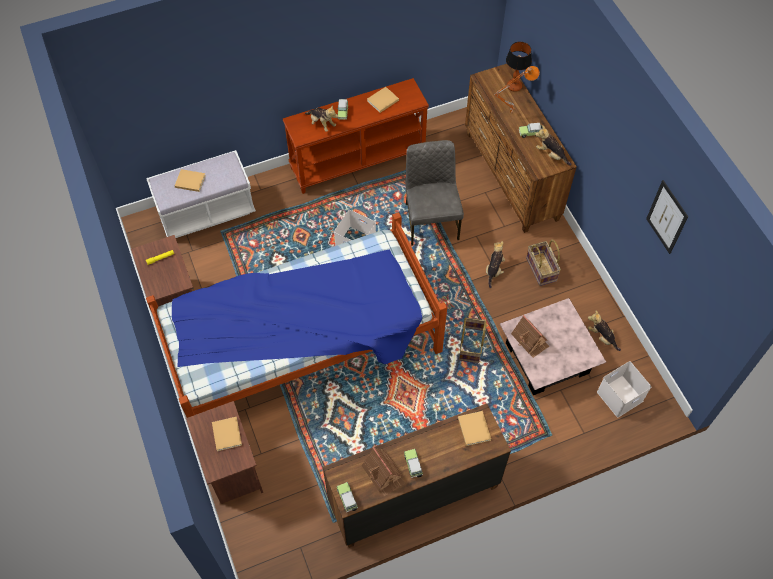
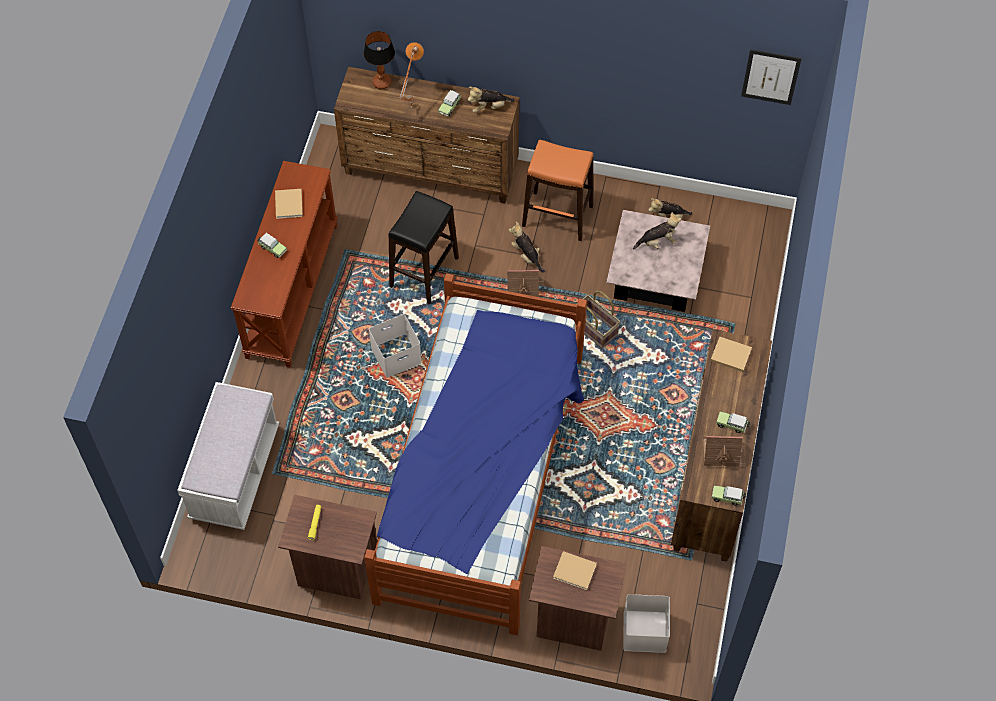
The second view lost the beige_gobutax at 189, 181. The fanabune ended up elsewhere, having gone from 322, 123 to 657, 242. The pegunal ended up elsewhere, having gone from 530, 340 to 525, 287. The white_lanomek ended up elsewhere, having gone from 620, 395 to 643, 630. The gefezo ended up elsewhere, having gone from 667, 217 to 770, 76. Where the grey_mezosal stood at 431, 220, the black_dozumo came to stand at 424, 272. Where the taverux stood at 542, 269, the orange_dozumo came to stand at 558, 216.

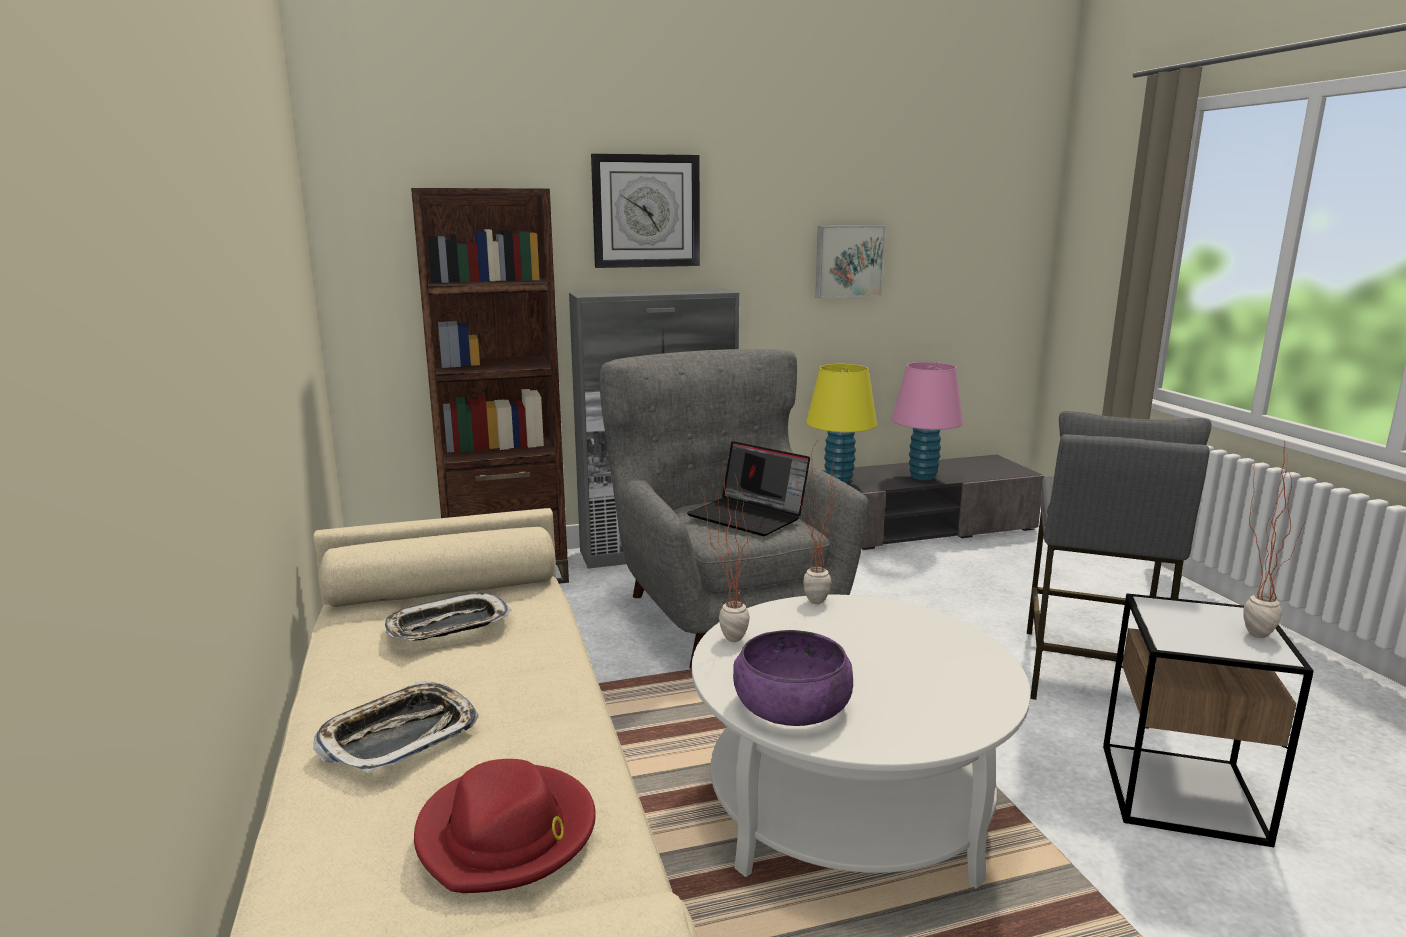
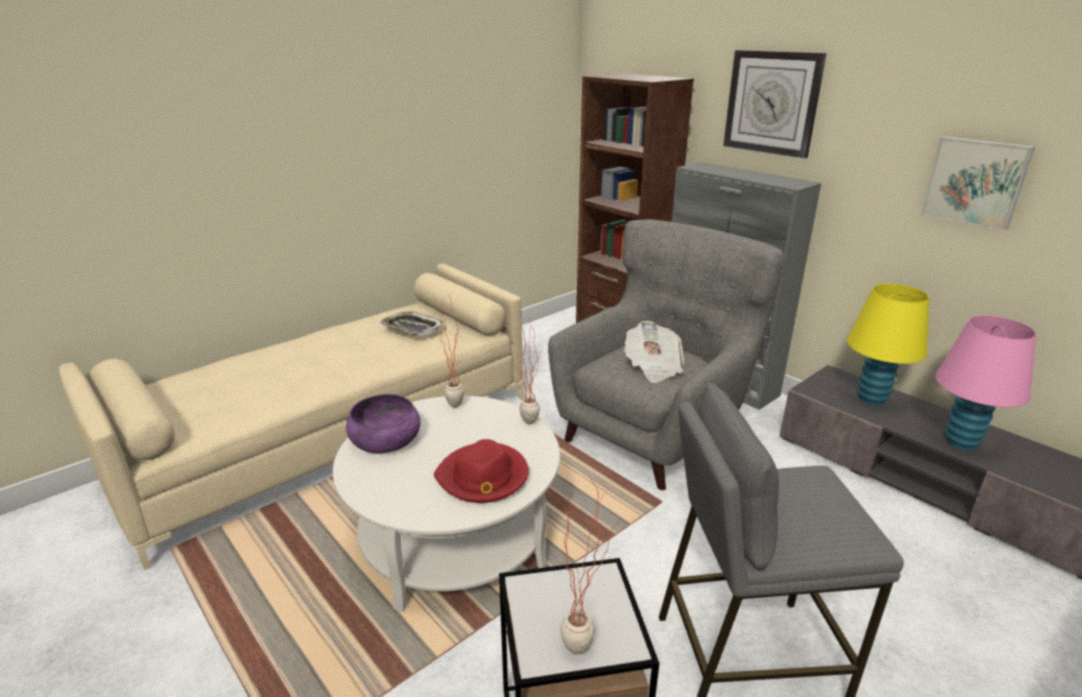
The second view lost the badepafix at 399, 735. The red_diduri ended up elsewhere, having gone from 507, 833 to 483, 477. Where the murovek stood at 749, 516, the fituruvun came to stand at 653, 367.

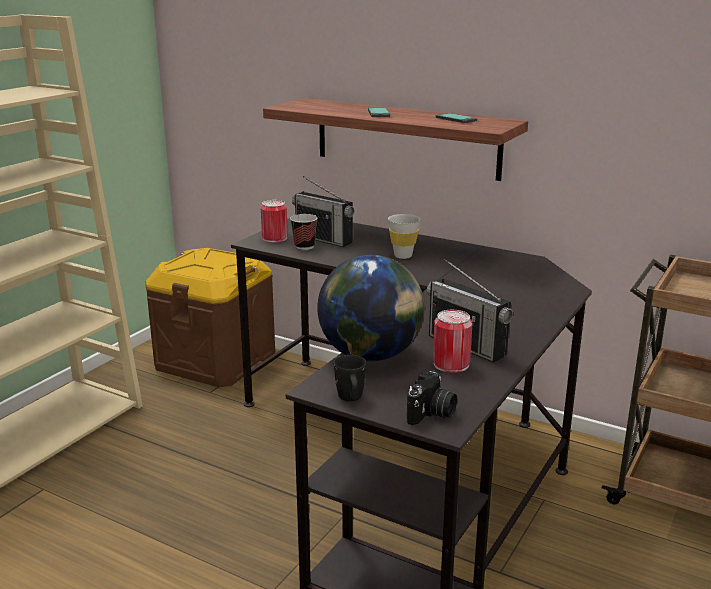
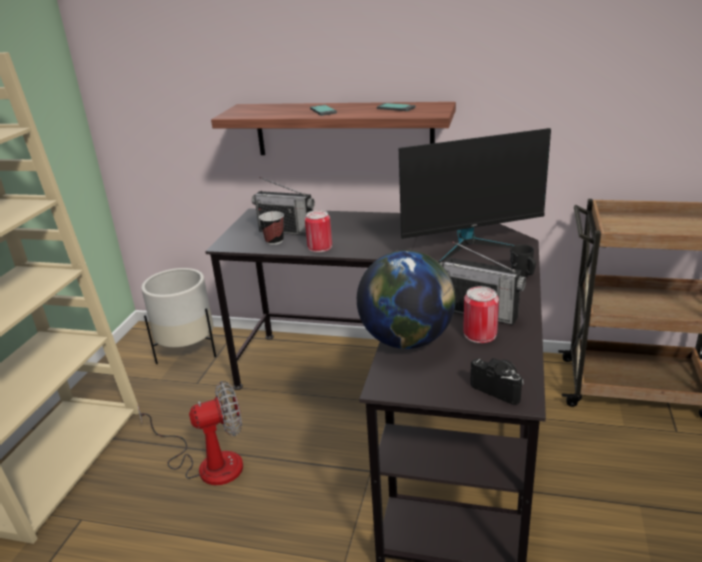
The second view lost the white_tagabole at 403, 256. The second view gained the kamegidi at 208, 463. The second view gained the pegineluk at 472, 245. The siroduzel ended up elsewhere, having gone from 274, 238 to 320, 247. The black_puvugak ended up elsewhere, having gone from 351, 398 to 523, 274. Where the brown_lanomek stood at 215, 360, the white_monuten came to stand at 187, 351. The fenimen at 431, 414 ended up facing another way, 60 degrees counterclockwise from before.

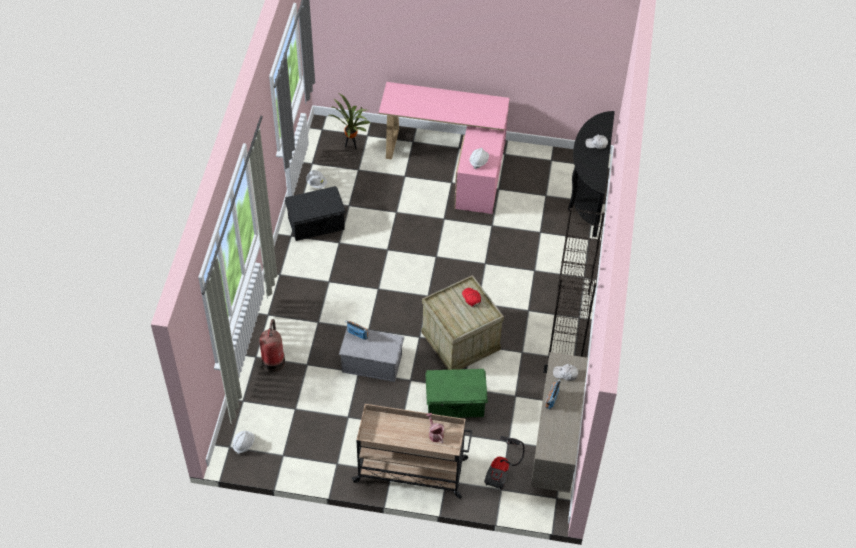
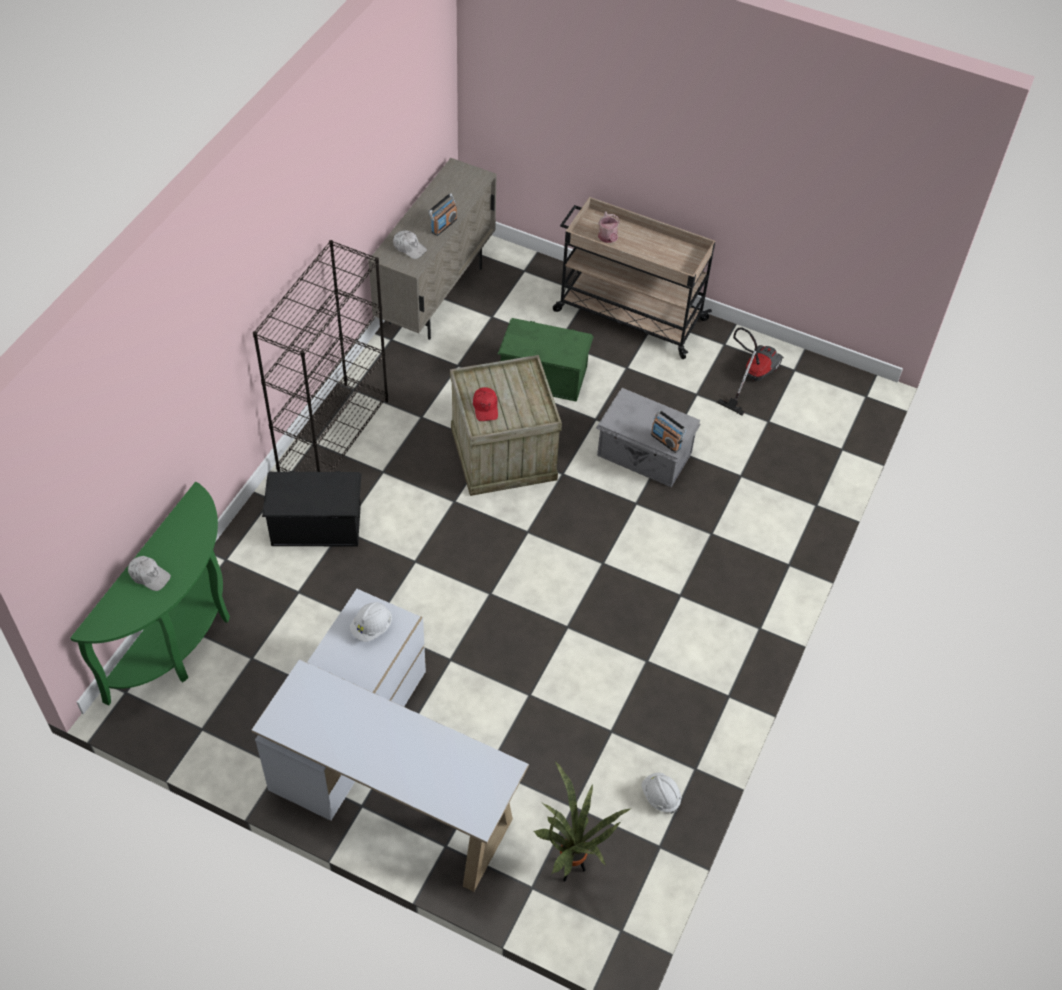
The second view lost the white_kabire at 243, 444. The second view lost the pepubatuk at 273, 360. The black_lanomek ended up elsewhere, having gone from 317, 224 to 316, 523. The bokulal ended up elsewhere, having gone from 502, 469 to 751, 377. What was the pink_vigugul at 452, 162 turned into the white_vigugul at 387, 774. What was the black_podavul at 586, 195 turned into the green_podavul at 181, 638.

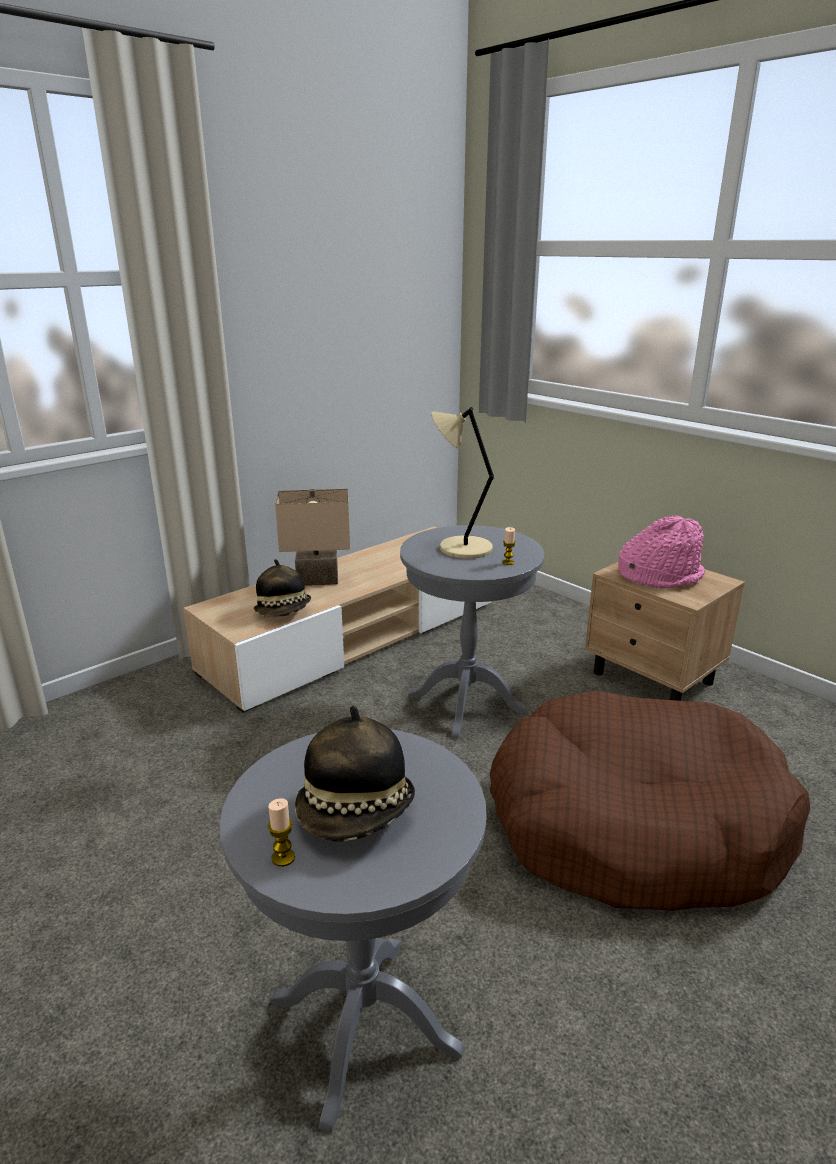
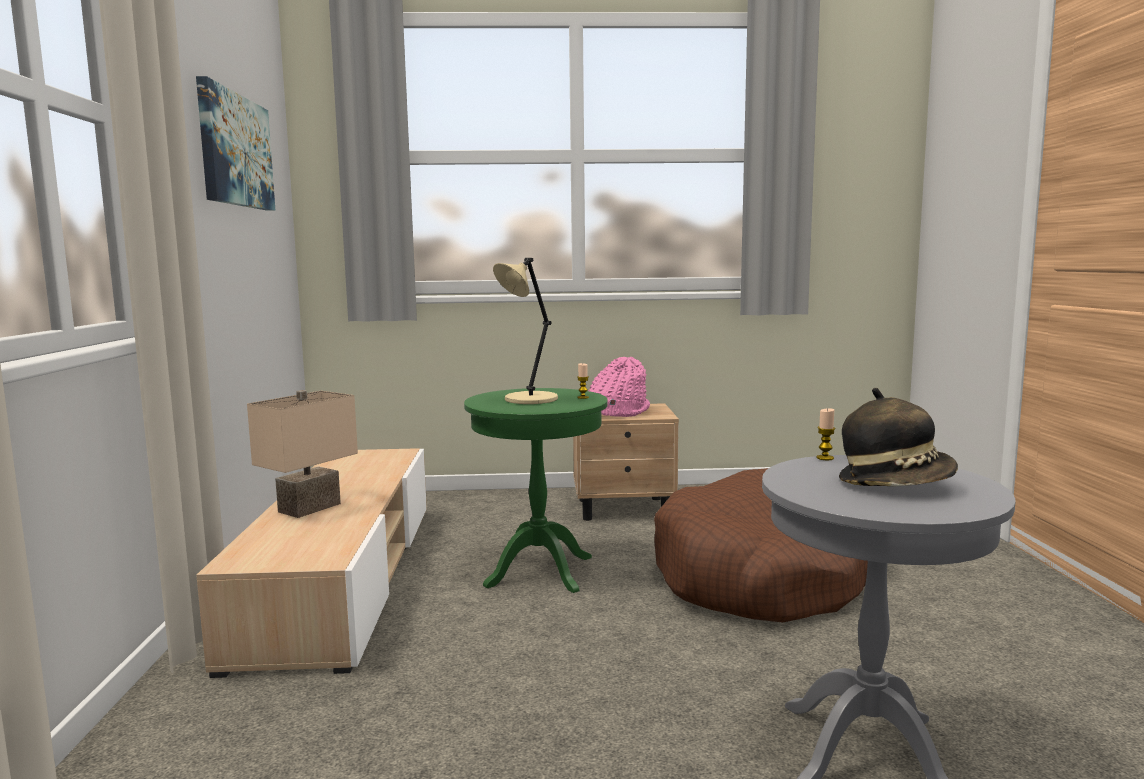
The second view lost the diduri at 284, 612. The second view gained the gefezo at 235, 151. The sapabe ended up elsewhere, having gone from 283, 857 to 825, 458. What was the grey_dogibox at 467, 703 turned into the green_dogibox at 539, 571.

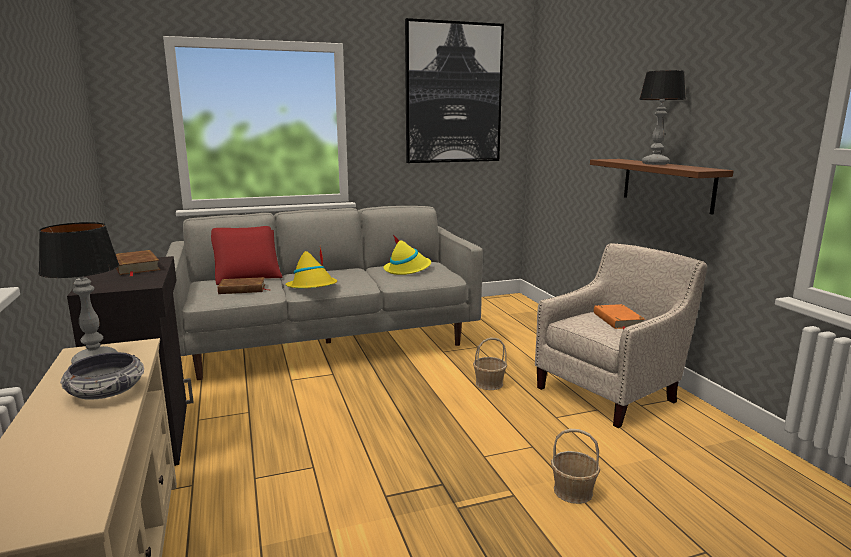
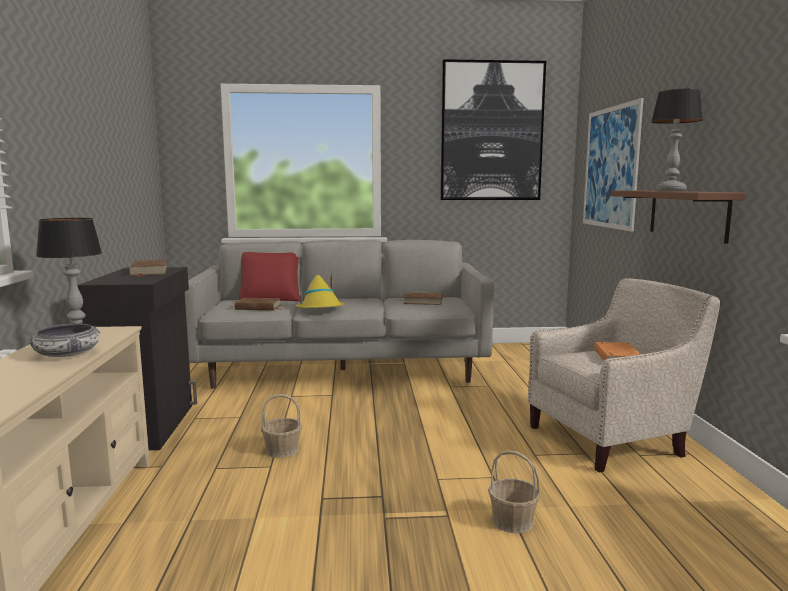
The second view gained the gefezo at 610, 167. The taverux ended up elsewhere, having gone from 489, 384 to 282, 450. Where the yellow_diduri stood at 407, 269, the brown_gobutax came to stand at 422, 301.

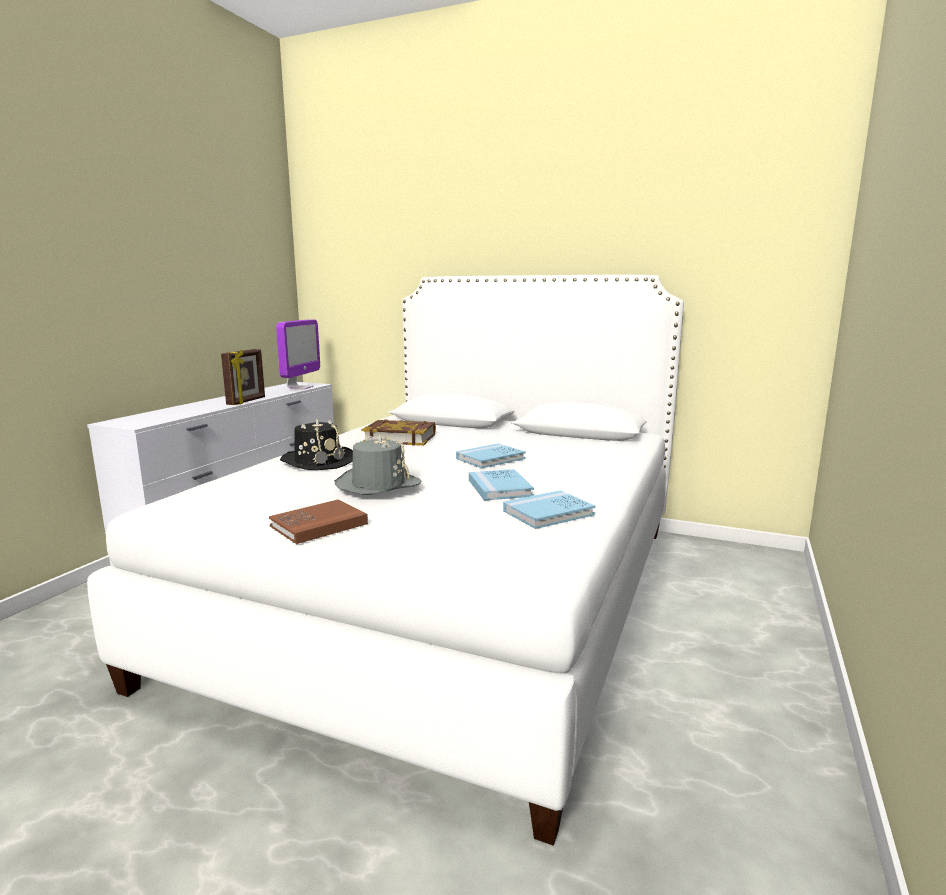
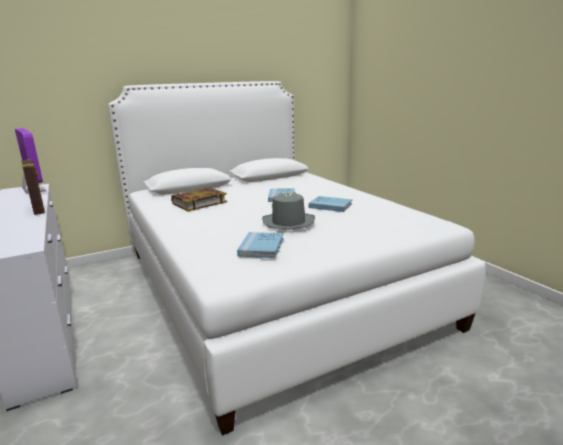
The second view lost the brown_gobutax at 319, 525. The second view lost the black_diduri at 318, 461. The blue_gobutax ended up elsewhere, having gone from 548, 513 to 261, 247.

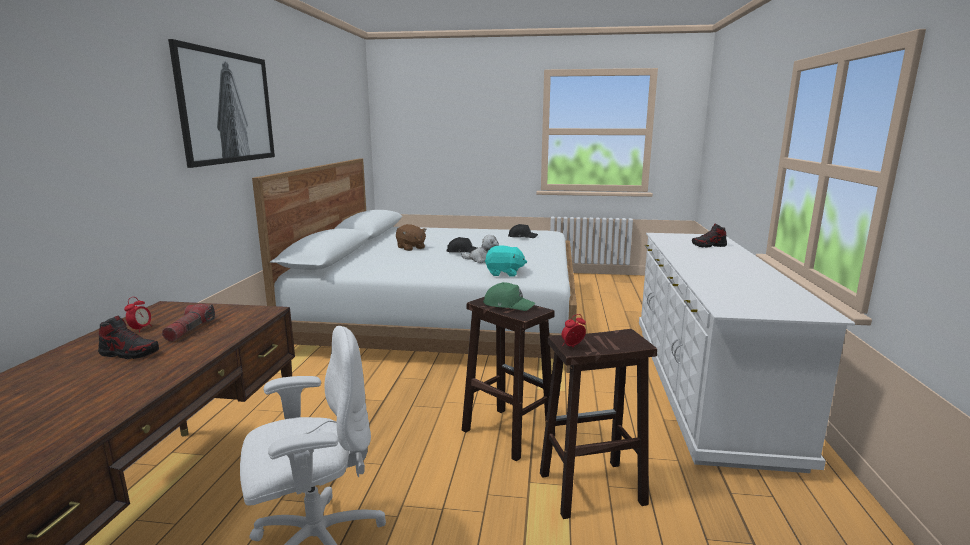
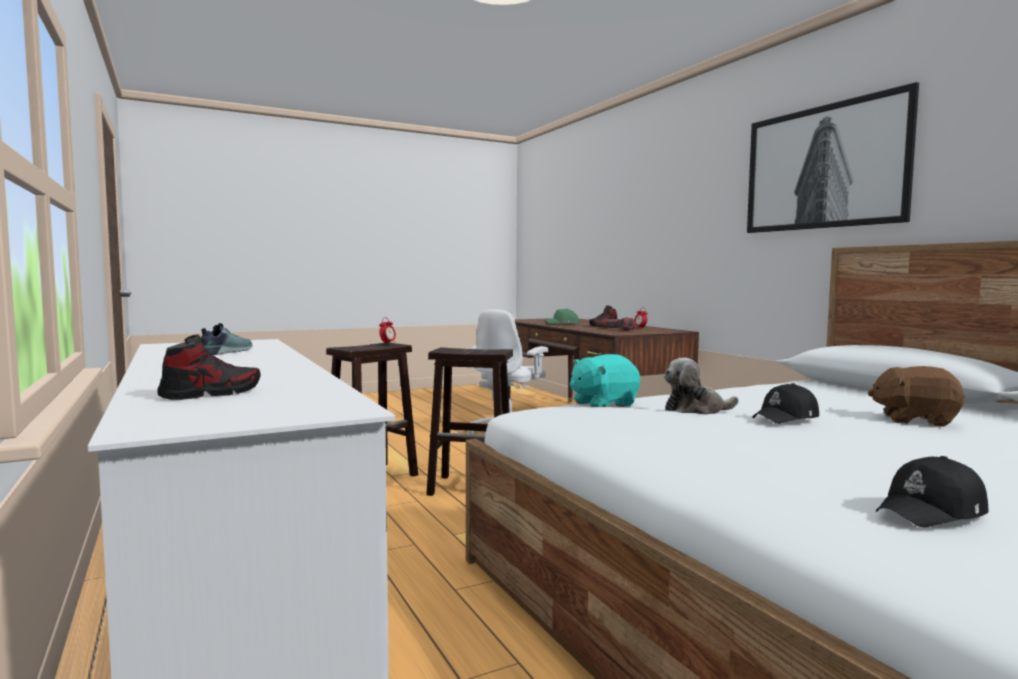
The second view gained the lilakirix at 224, 352. The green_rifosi ended up elsewhere, having gone from 508, 305 to 563, 323.

